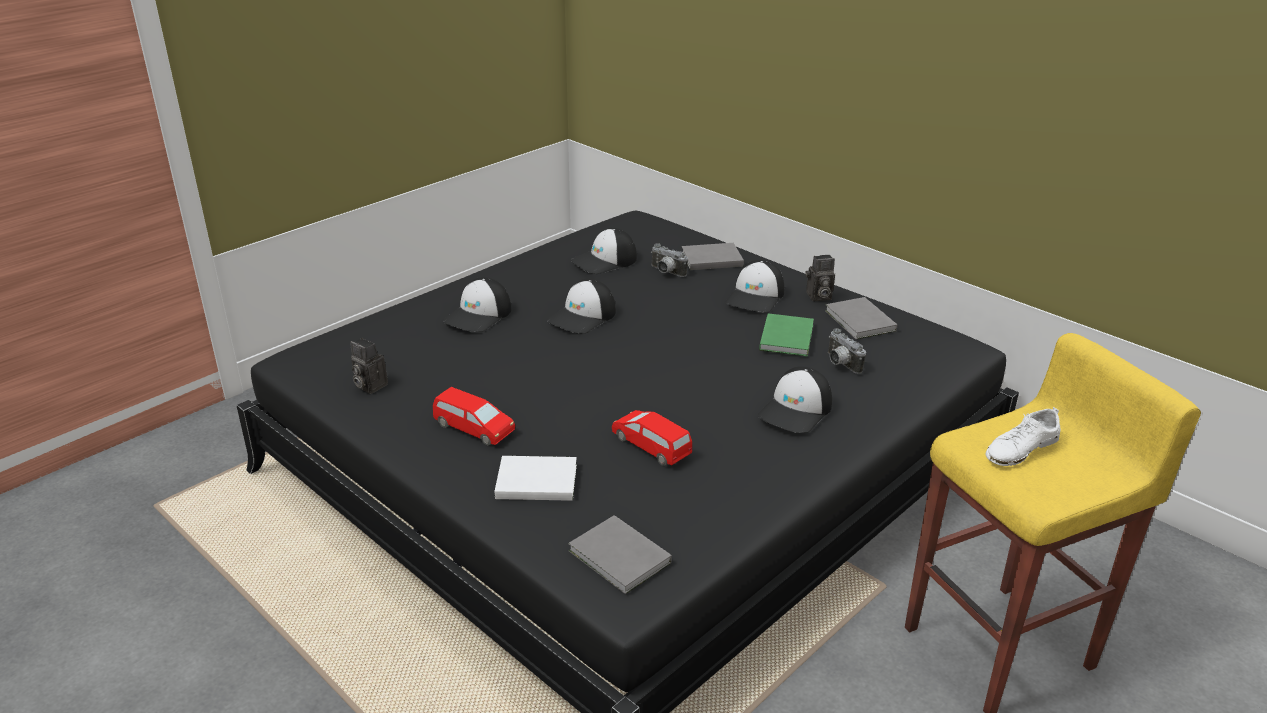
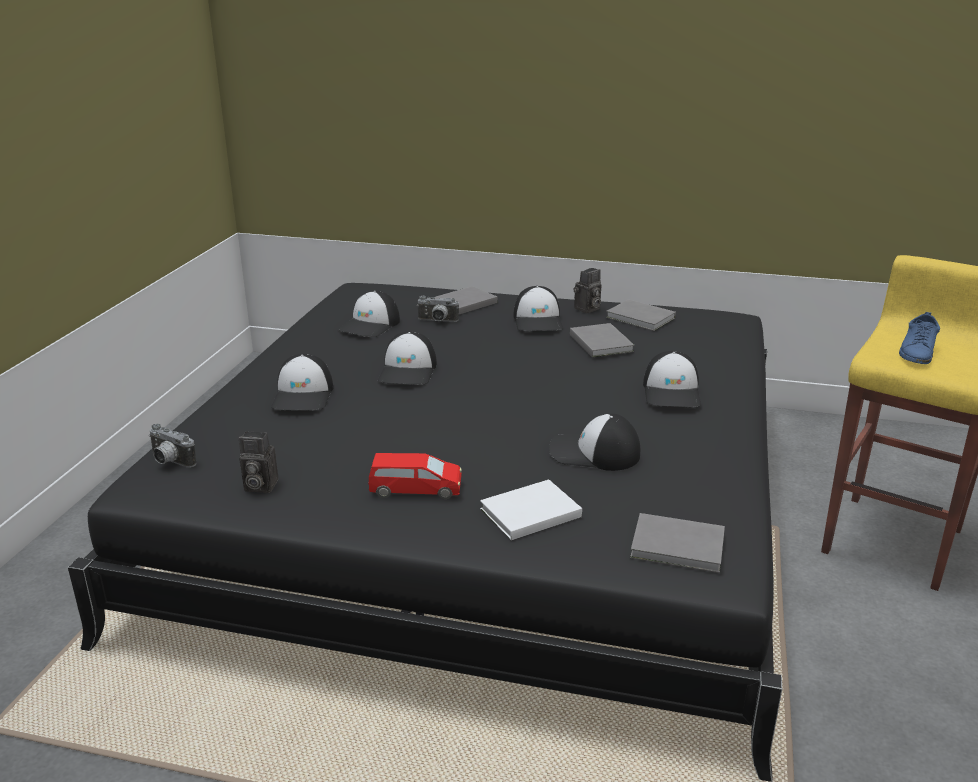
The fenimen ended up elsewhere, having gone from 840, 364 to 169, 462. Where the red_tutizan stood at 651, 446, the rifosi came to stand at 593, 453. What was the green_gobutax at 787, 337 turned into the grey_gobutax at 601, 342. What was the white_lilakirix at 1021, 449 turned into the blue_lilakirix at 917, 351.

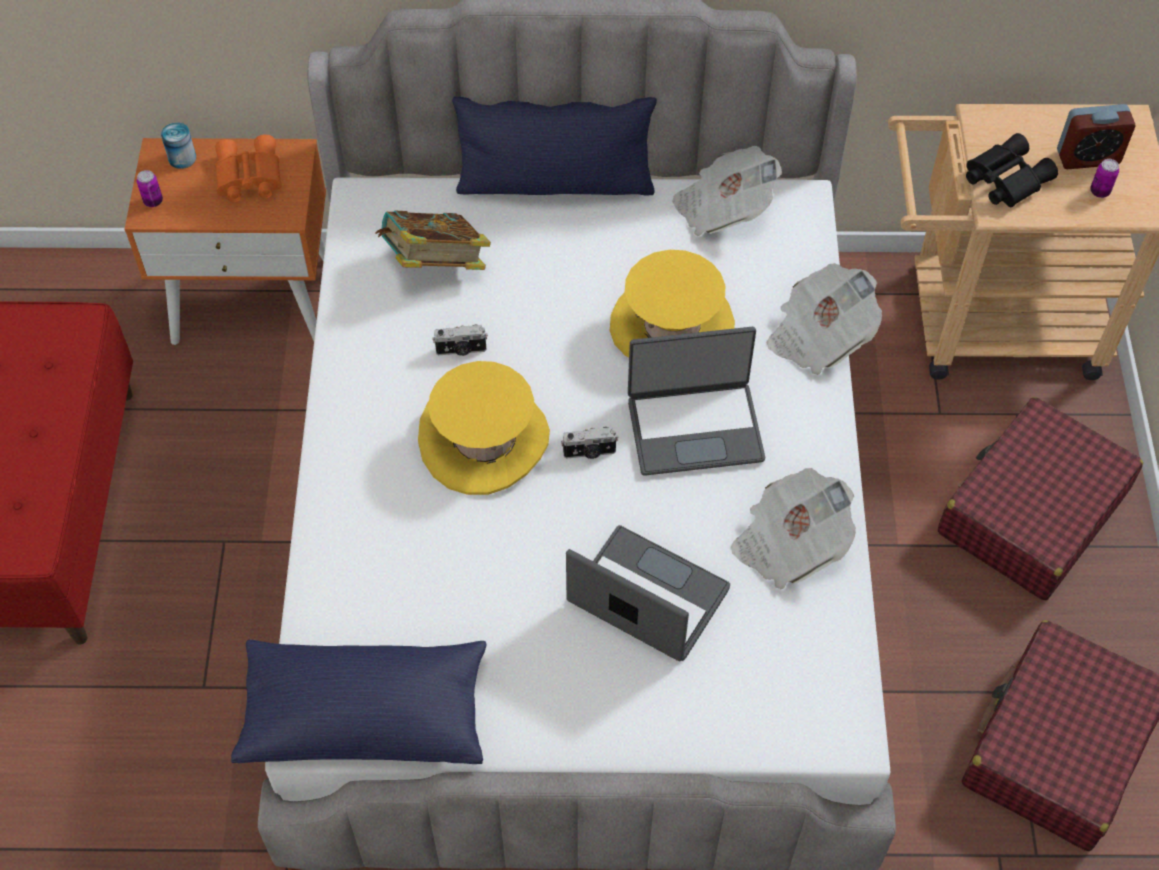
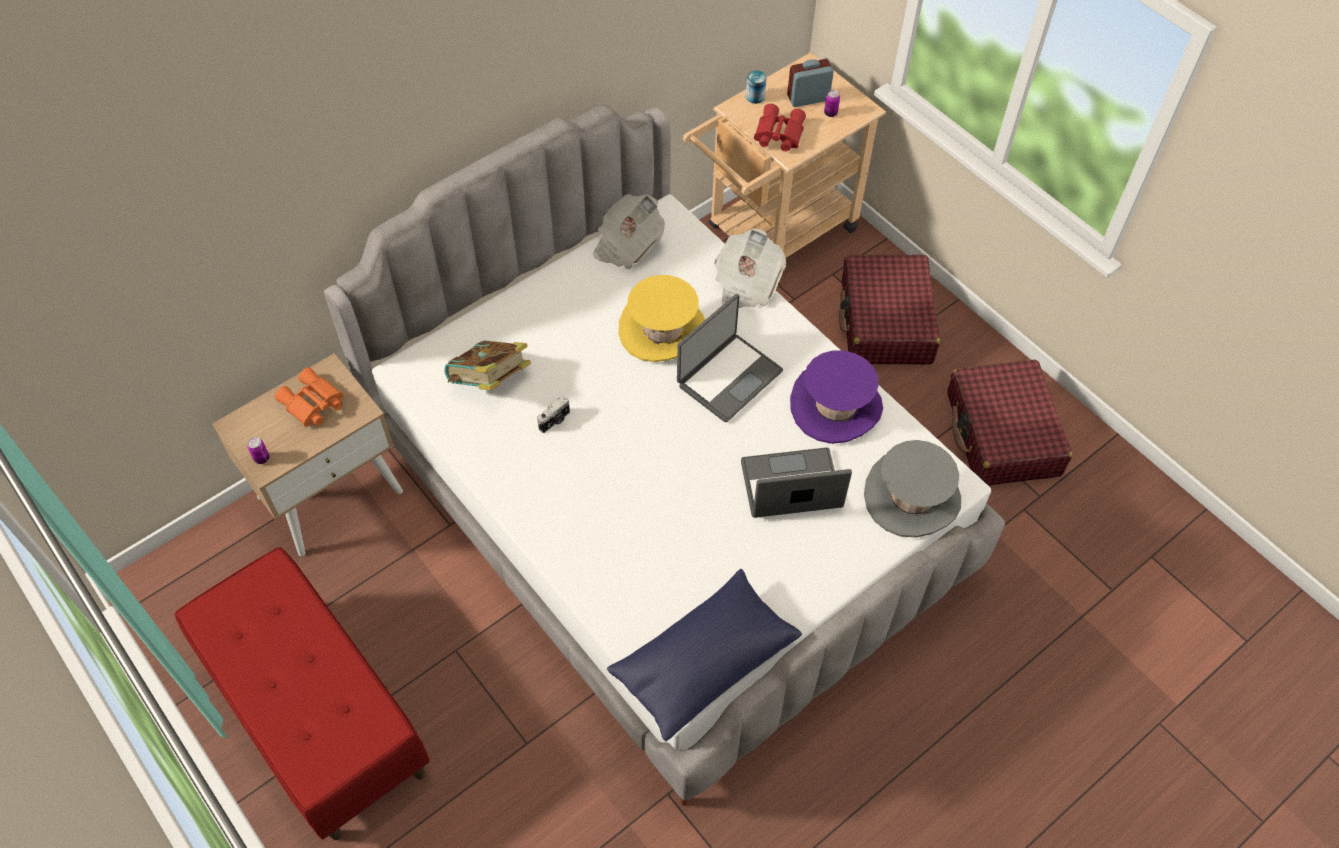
The second view lost the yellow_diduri at 484, 440. The second view lost the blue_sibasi at 555, 183. The second view lost the fenimen at 589, 453. The second view gained the grey_diduri at 912, 497. The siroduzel ended up elsewhere, having gone from 182, 158 to 755, 96. Where the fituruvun stood at 789, 544, the purple_diduri came to stand at 835, 406. What was the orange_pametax at 254, 299 turned into the beige_pametax at 330, 493. What was the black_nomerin at 1004, 178 turned into the red_nomerin at 777, 134. The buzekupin at 1087, 157 ended up facing another way, 150 degrees counterclockwise from before.

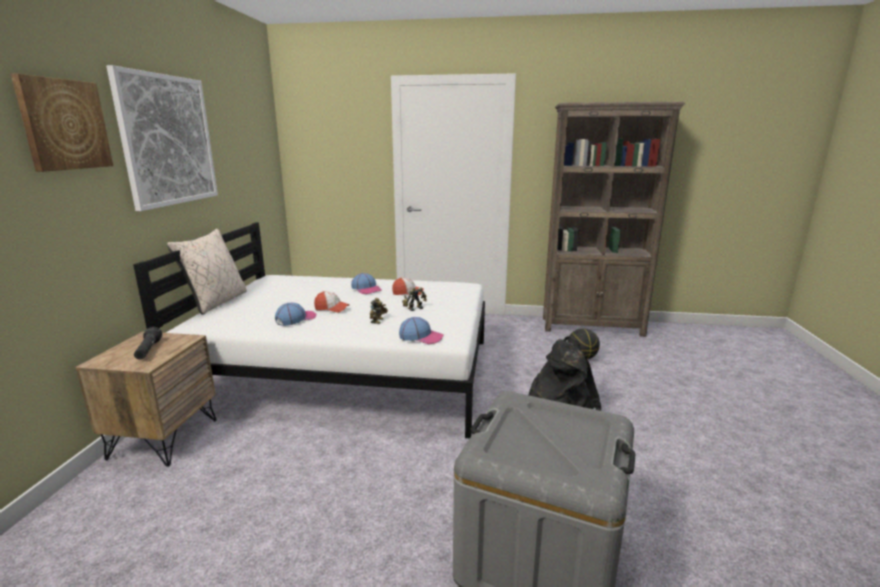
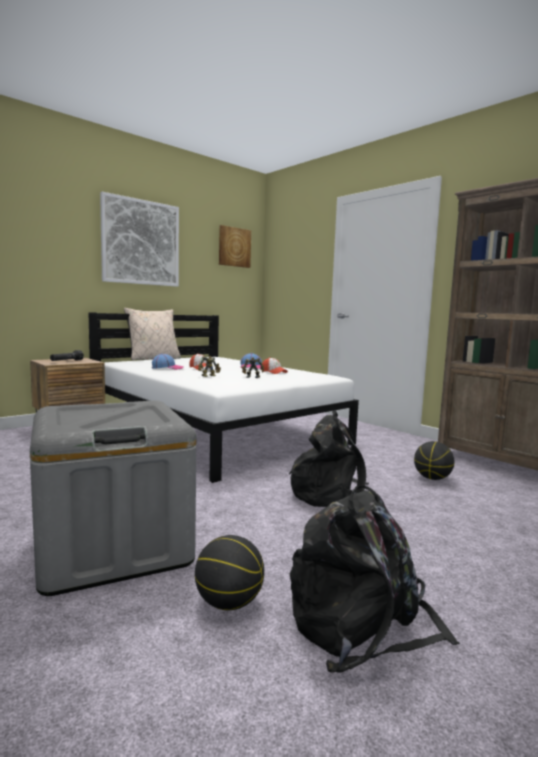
The second view lost the rifosi at 421, 337. The second view gained the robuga at 229, 603. The second view gained the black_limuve at 362, 625. The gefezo ended up elsewhere, having gone from 64, 124 to 234, 247.

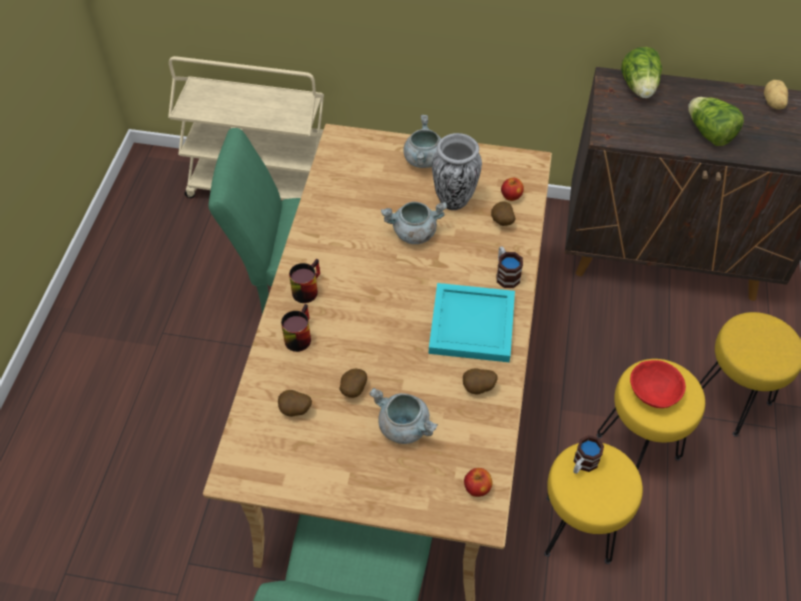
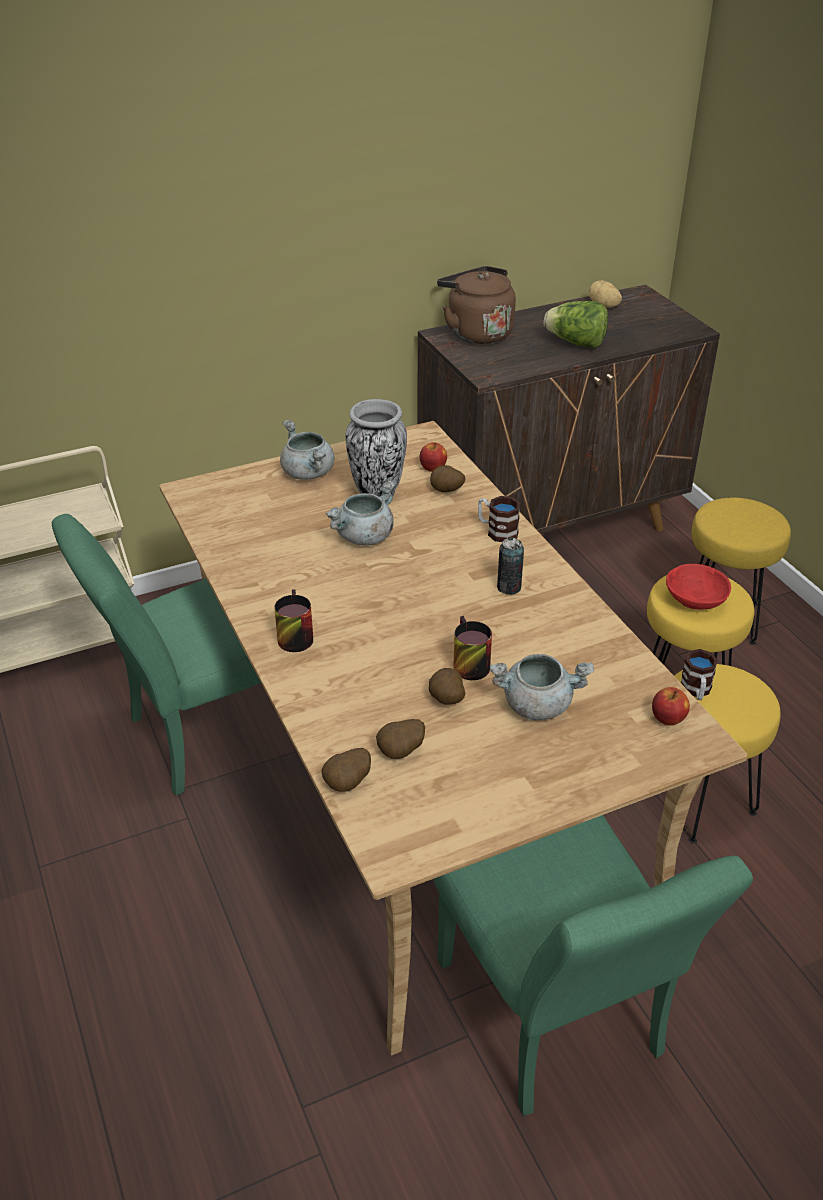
The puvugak ended up elsewhere, having gone from 297, 335 to 466, 663. The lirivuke ended up elsewhere, having gone from 478, 388 to 348, 784. Where the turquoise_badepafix stood at 470, 326, the siroduzel came to stand at 509, 587. Where the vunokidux stood at 639, 88, the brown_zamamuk came to stand at 476, 332.

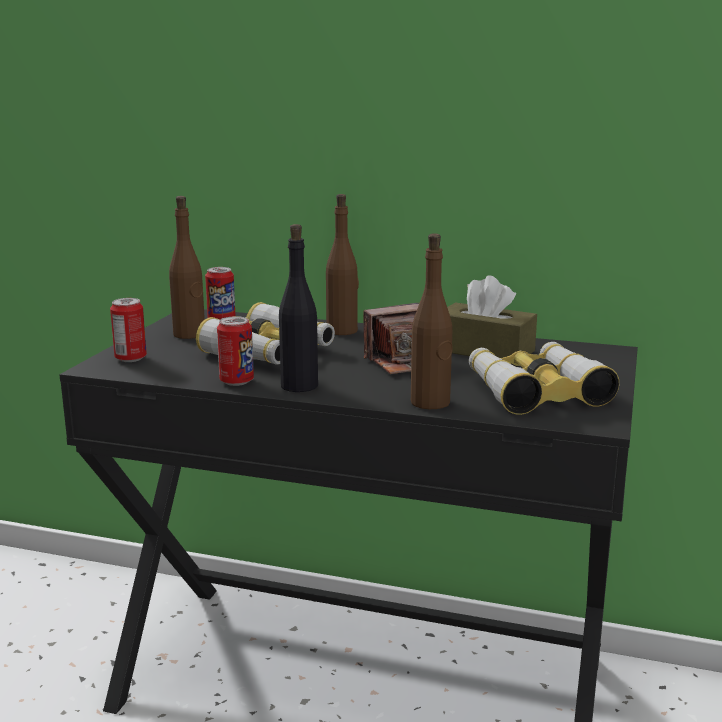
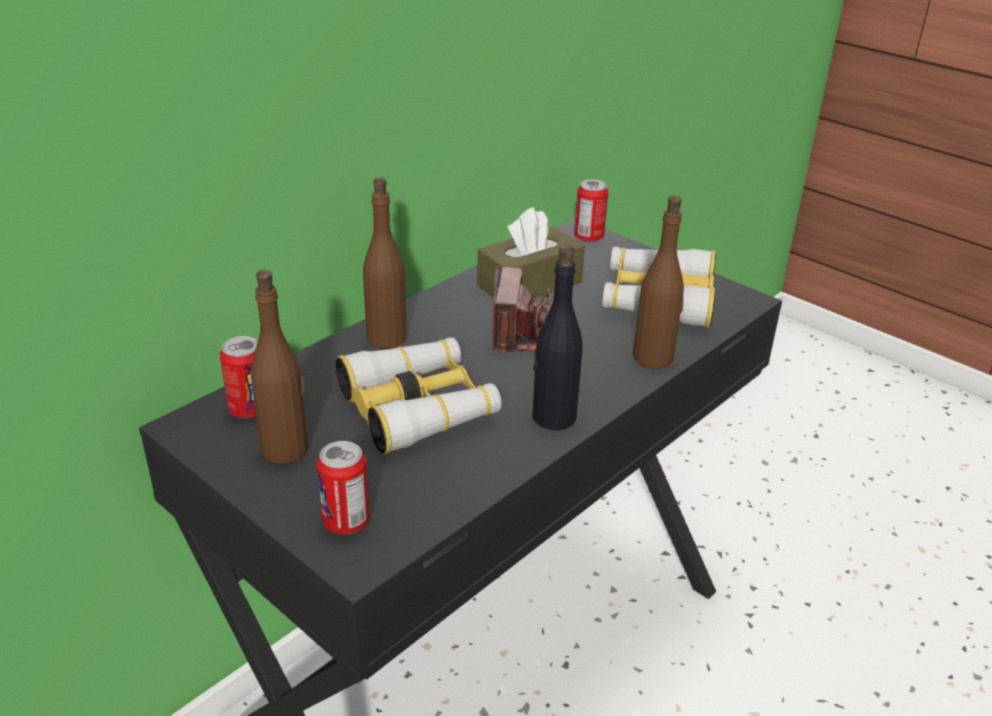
The siroduzel ended up elsewhere, having gone from 236, 381 to 588, 237.

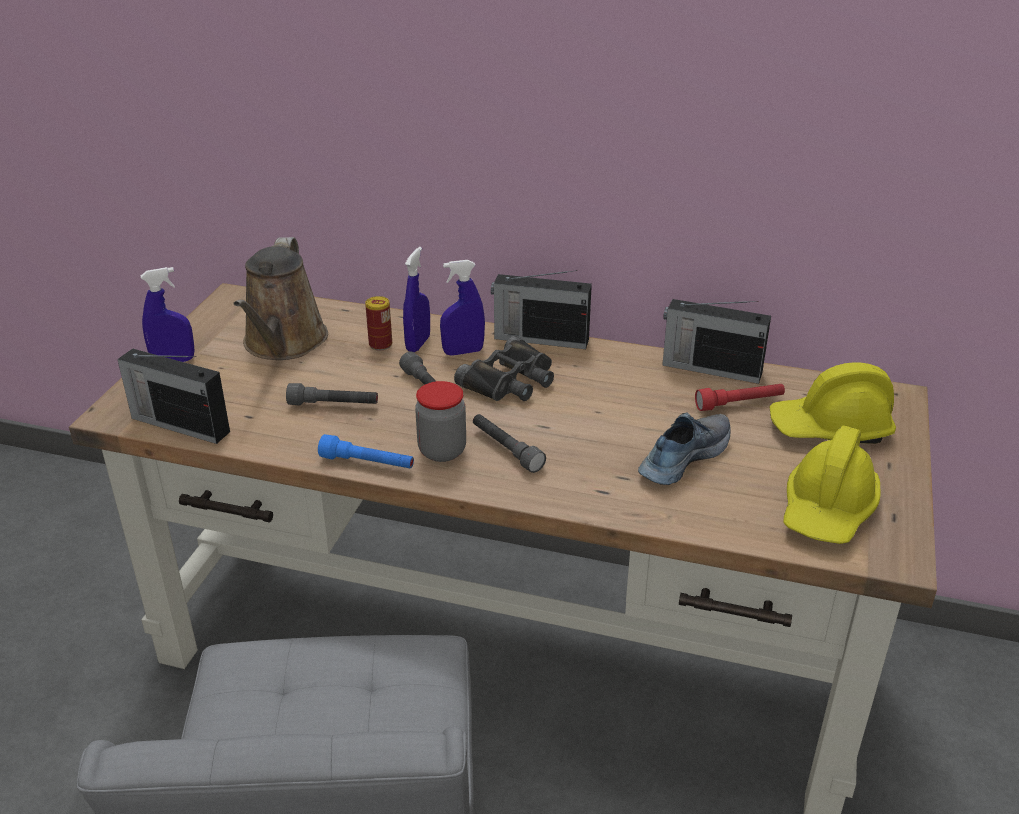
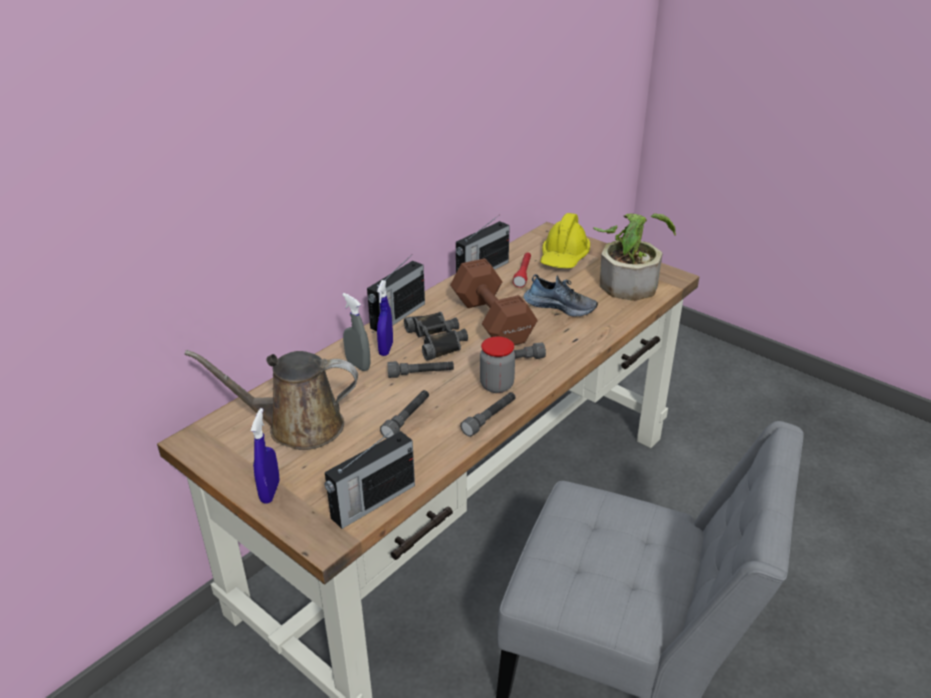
The second view lost the siroduzel at 380, 344. The second view gained the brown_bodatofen at 492, 319. Where the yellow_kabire stood at 828, 509, the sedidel came to stand at 629, 281. What was the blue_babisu at 367, 463 turned into the grey_babisu at 490, 419. What was the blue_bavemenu at 418, 344 turned into the grey_bavemenu at 358, 365. The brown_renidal at 283, 343 ended up facing another way, 150 degrees clockwise from before. The lilakirix at 682, 457 ended up facing another way, 135 degrees clockwise from before.

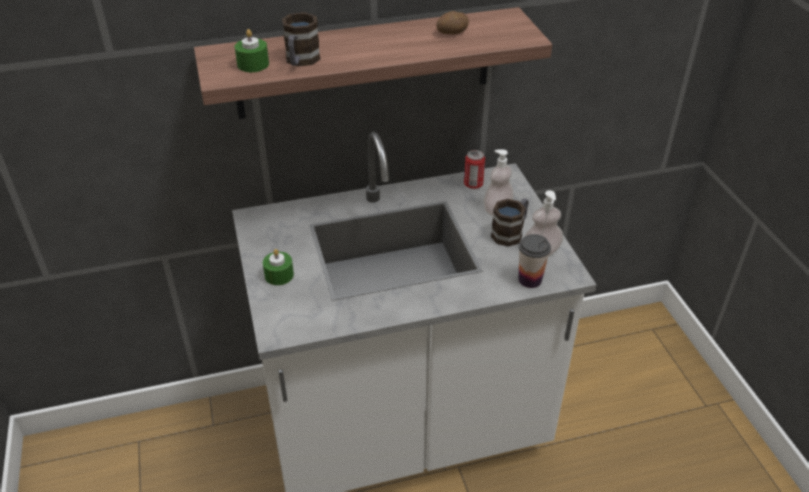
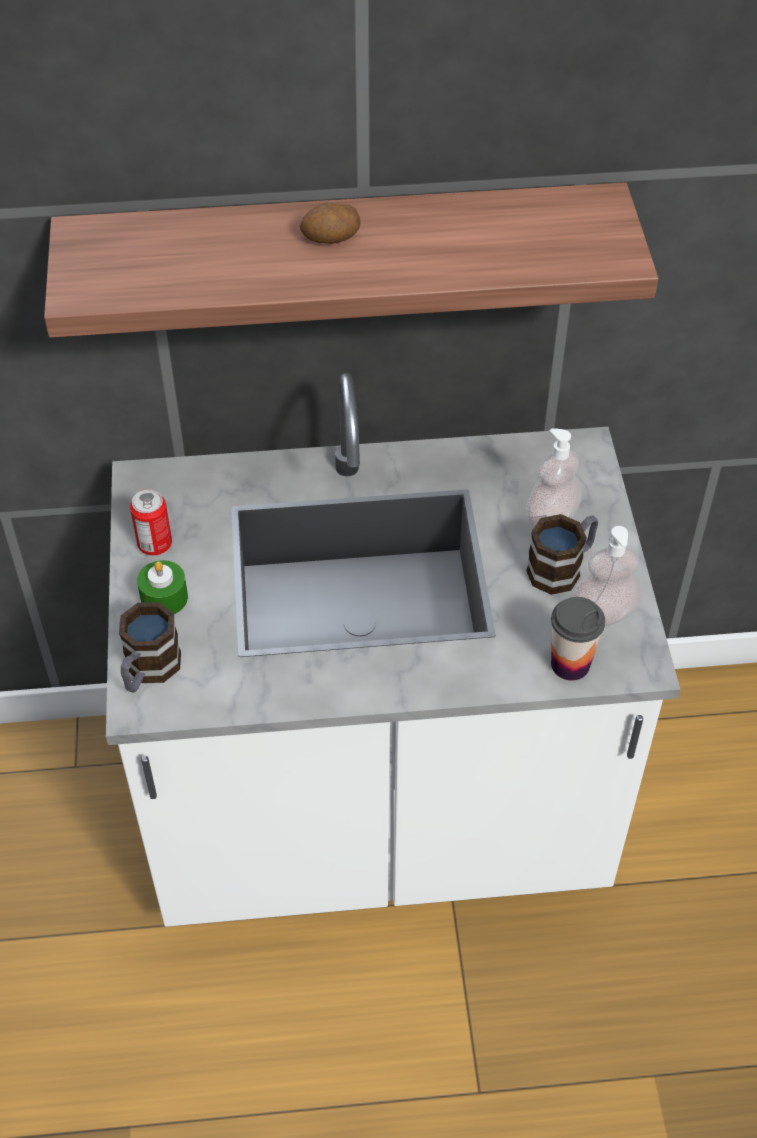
The second view lost the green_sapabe at 253, 64. The puvugak ended up elsewhere, having gone from 300, 61 to 148, 671. The lirivuke ended up elsewhere, having gone from 452, 33 to 331, 238. The siroduzel ended up elsewhere, having gone from 473, 184 to 155, 544.

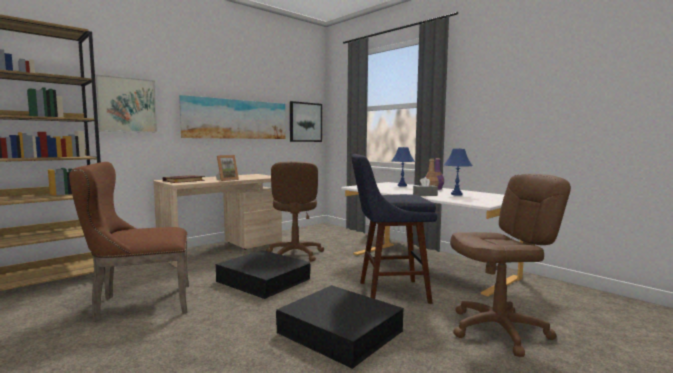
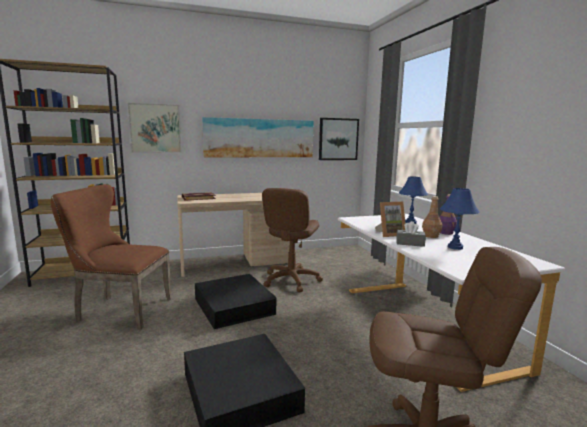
The second view lost the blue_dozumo at 388, 292. The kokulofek ended up elsewhere, having gone from 227, 179 to 390, 234.

